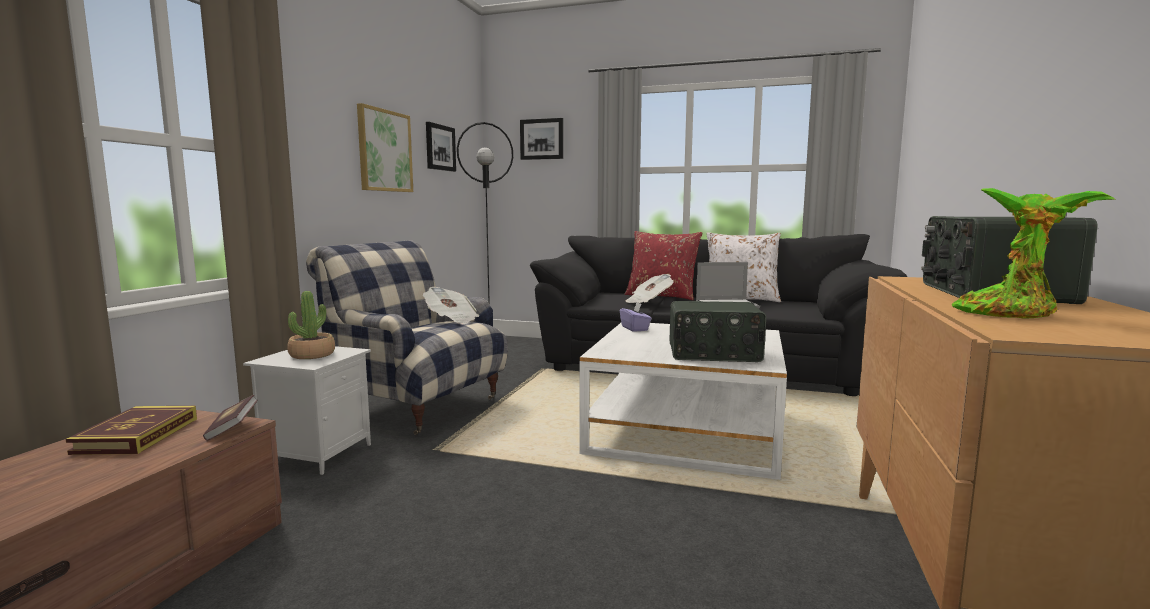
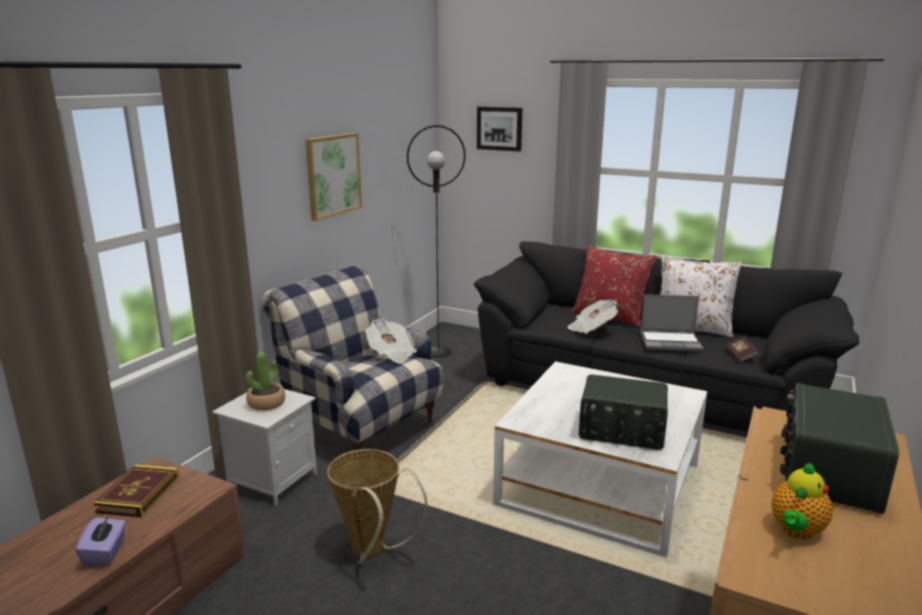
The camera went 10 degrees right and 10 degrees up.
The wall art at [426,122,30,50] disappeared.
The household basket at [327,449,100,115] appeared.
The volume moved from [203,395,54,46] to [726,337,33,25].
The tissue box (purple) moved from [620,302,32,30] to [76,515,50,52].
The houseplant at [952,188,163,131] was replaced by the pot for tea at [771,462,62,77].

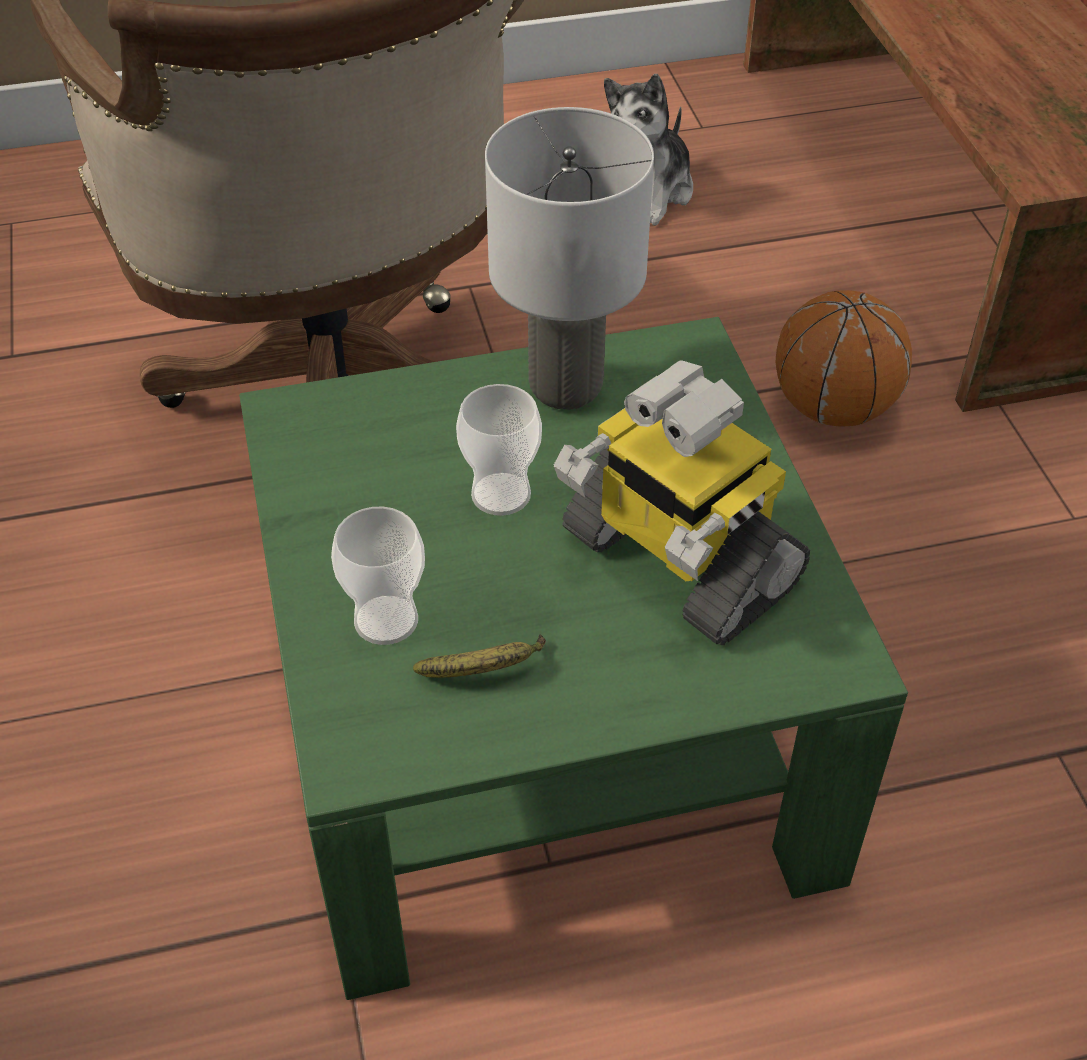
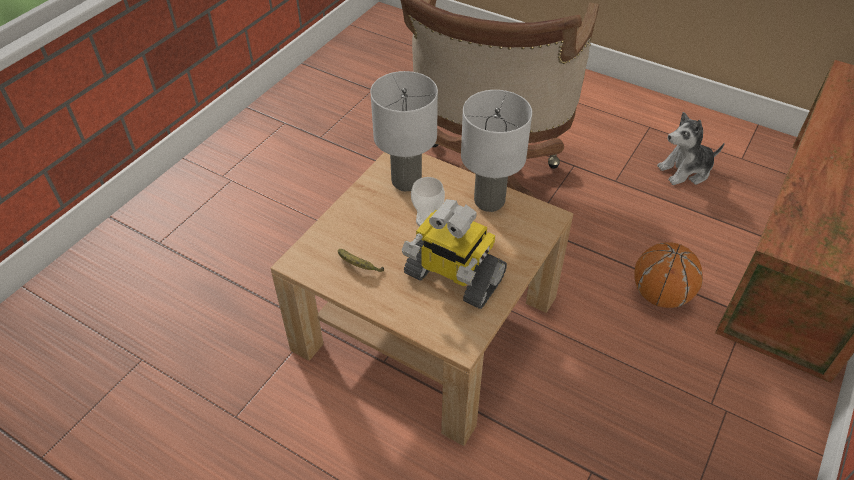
The camera went 45 degrees right and 0 degrees up.
The drinking cup at [331,507,94,138] disappeared.
The tabletop lamp (white-coloured) at [370,71,68,121] appeared.
The low table (green-coloured) at [239,317,669,683] became the low table (brown) at [270,152,303,294].
The robot figure at [554,360,256,285] turned 60 degrees counterclockwise.

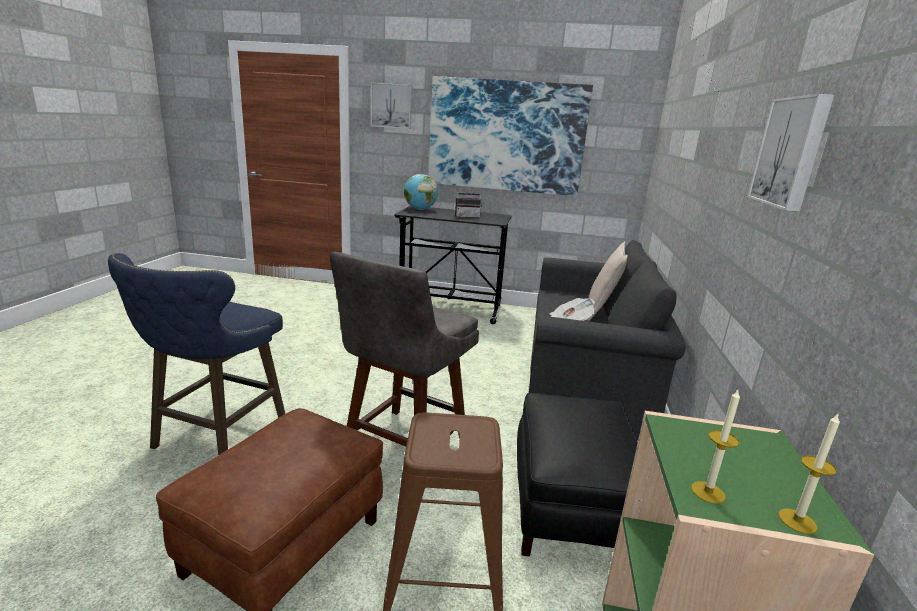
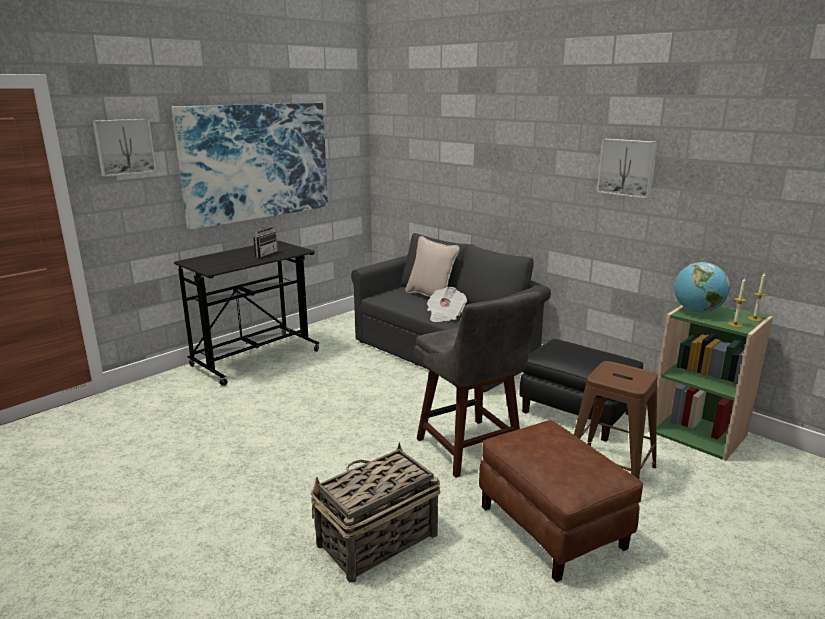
The camera went 55 degrees left and 0 degrees up.
The globe moved from [404,174,34,36] to [674,262,56,51].
The stool (bluish) at [108,253,177,202] was replaced by the household basket at [311,442,129,140].

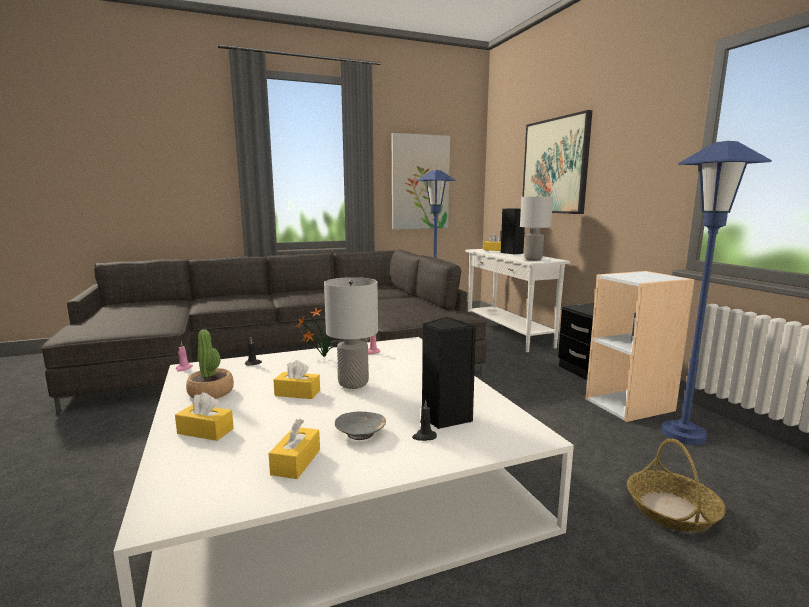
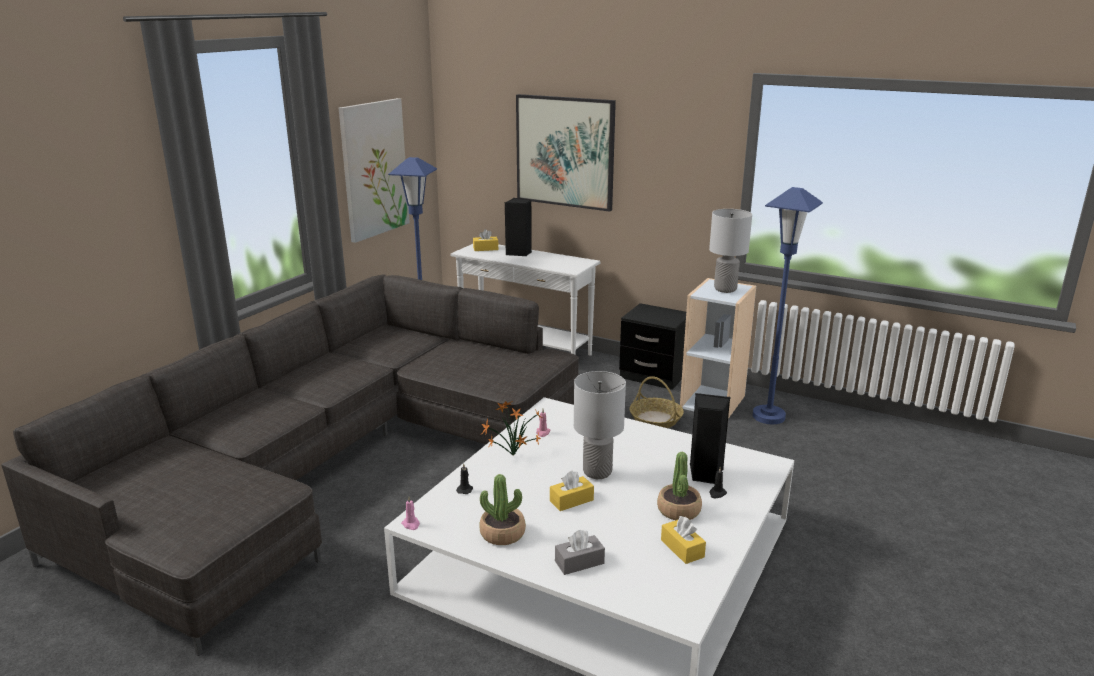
The camera went 40 degrees left and 10 degrees up.
The tabletop lamp (greyish) moved from [520,196,33,65] to [709,209,43,84].
The household basket moved from [627,438,99,94] to [629,376,55,52].
The bowl (greyish) at [335,412,51,28] was replaced by the houseplant at [657,452,45,68].
The tissue box (yellow-coloured) at [175,392,59,49] became the tissue box (greyish) at [555,530,50,45].

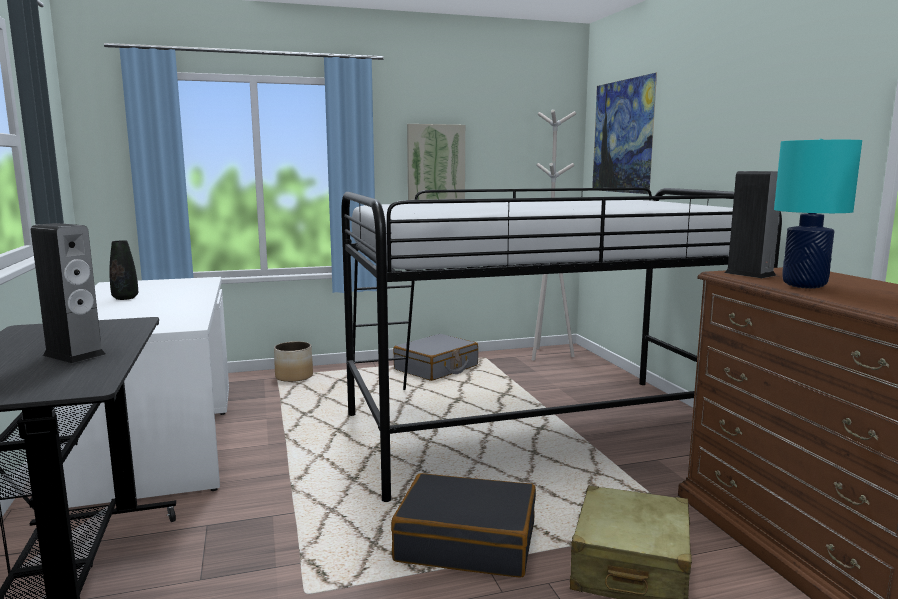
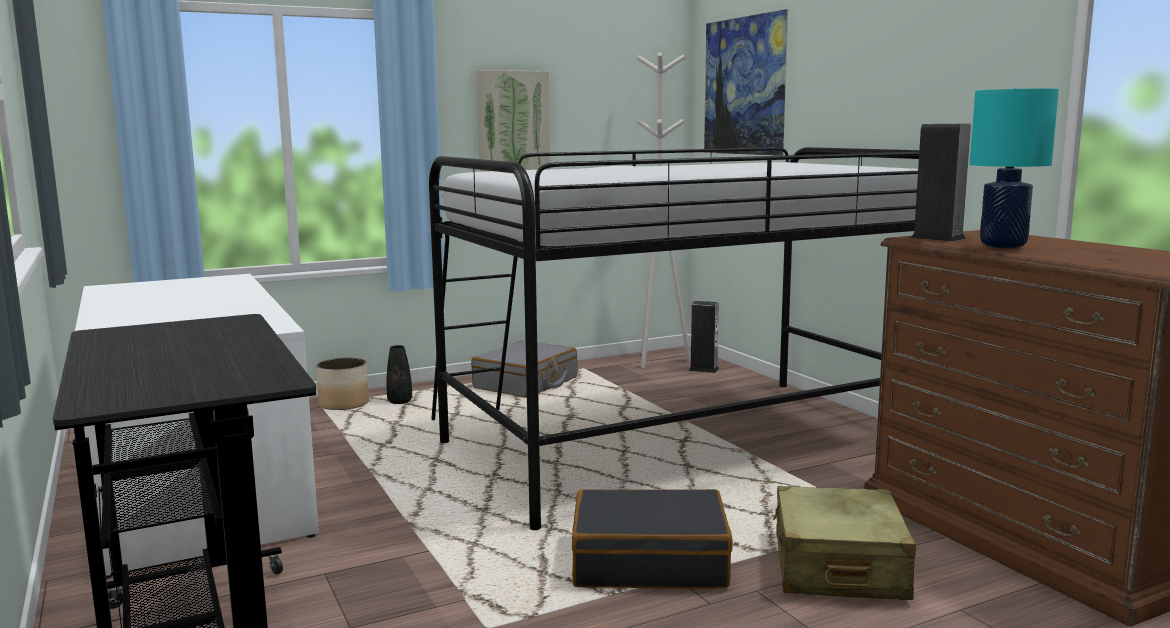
The camera went 10 degrees left and 0 degrees up.
The loudspeaker moved from [31,223,75,140] to [689,301,30,72].
The vase (black) moved from [109,240,29,60] to [387,345,25,59].

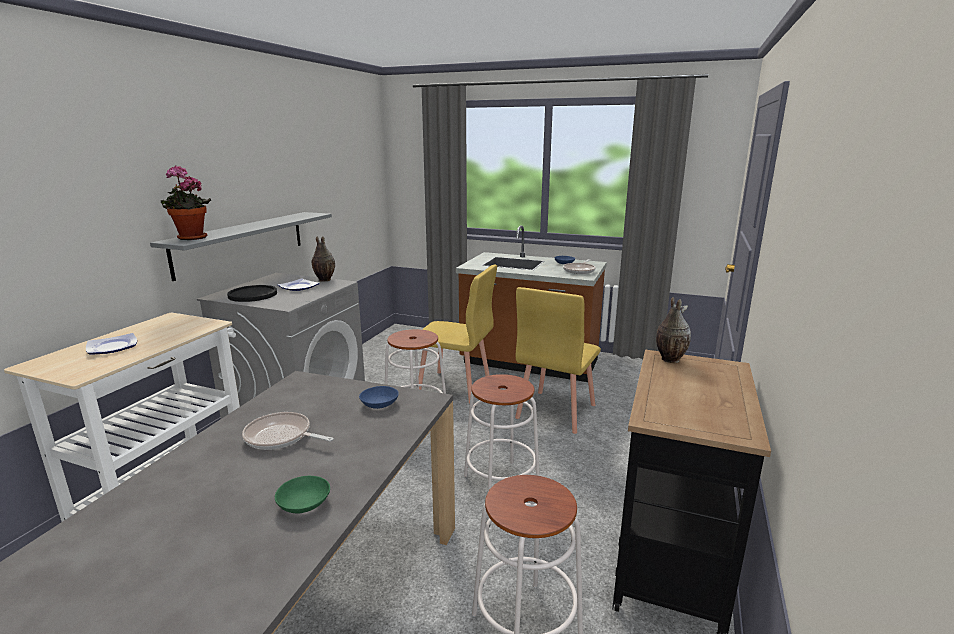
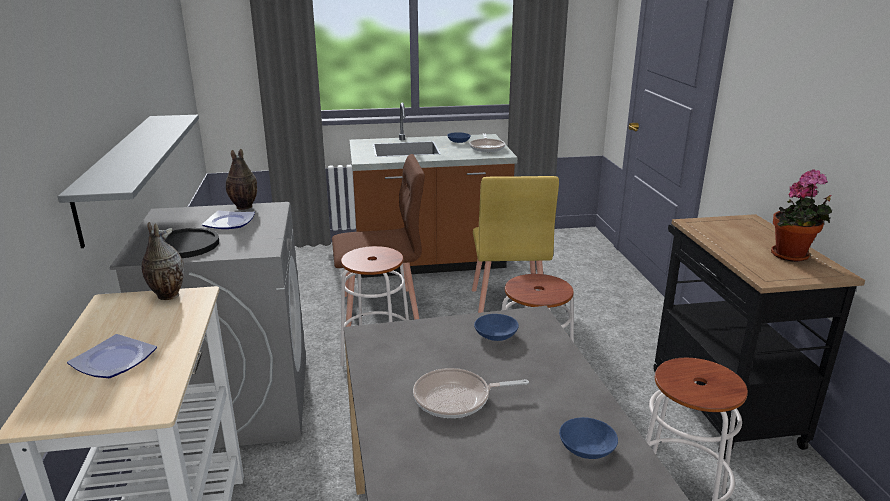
The camera went 30 degrees left and 5 degrees up.
The houseplant moved from [161,165,50,75] to [771,169,61,93].
The vase moved from [656,297,35,66] to [142,222,42,78].
The bowl (green-coloured) at [275,476,55,37] became the bowl (bluish) at [559,417,59,42].
The plain chair (yellow-coloured) at [419,264,78,140] became the plain chair (brown) at [332,154,93,173].

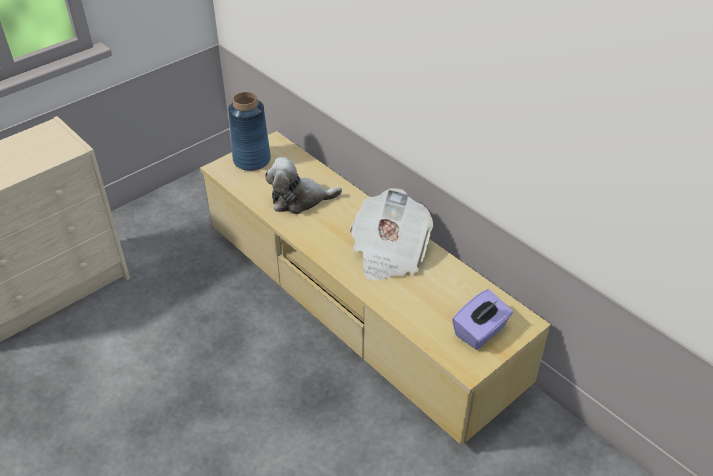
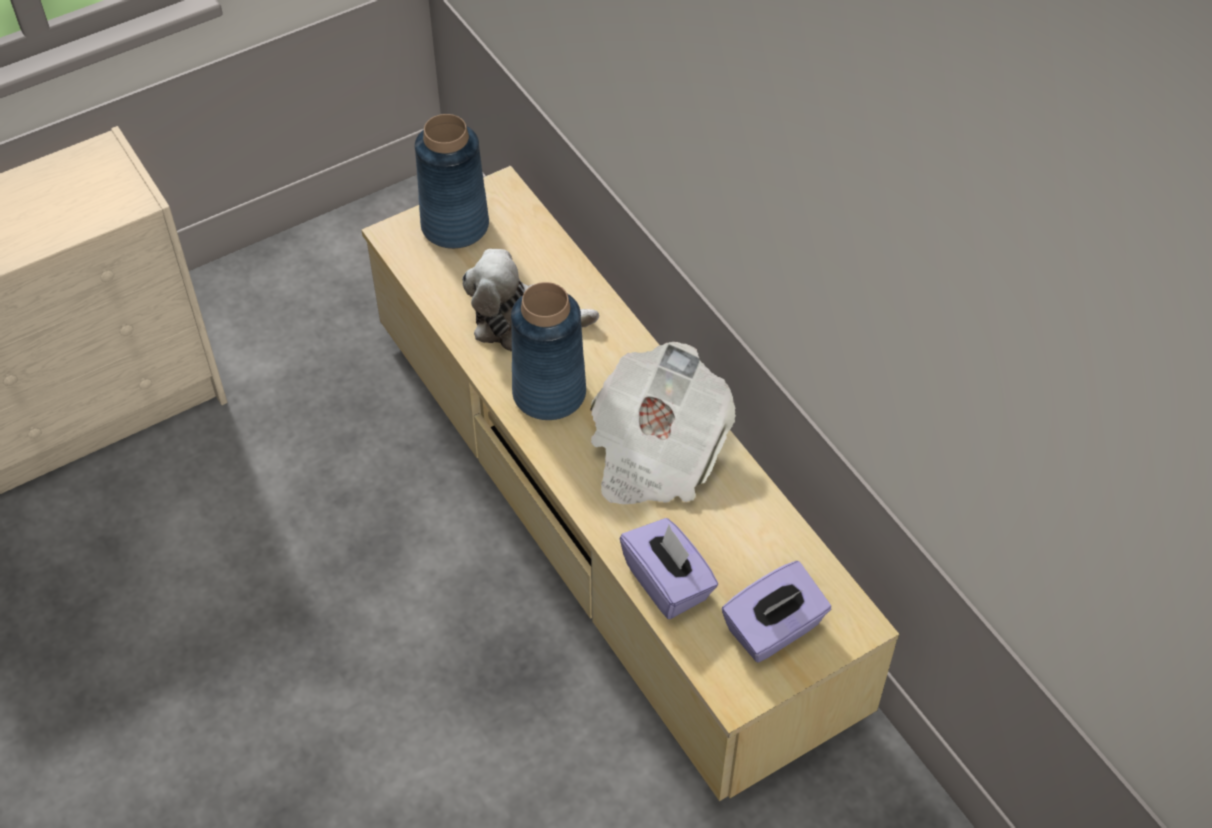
The camera went 10 degrees right and 10 degrees up.
The vase (bluish) at [511,282,75,138] appeared.
The tissue box (purple) at [620,518,98,101] appeared.

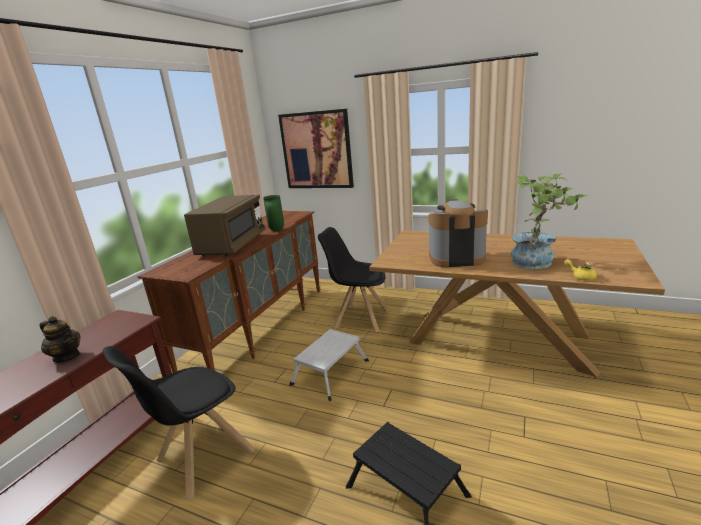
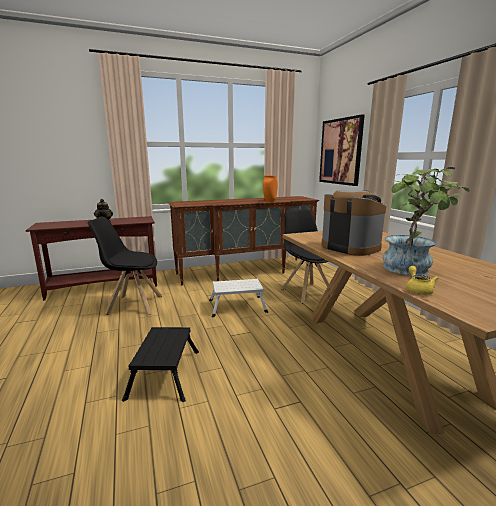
The camera went 45 degrees right and 5 degrees down.
The microwave (brown) at [184,195,81,61] disappeared.
The vase (green-coloured) at [263,195,21,36] became the vase (orange-coloured) at [263,175,15,27].

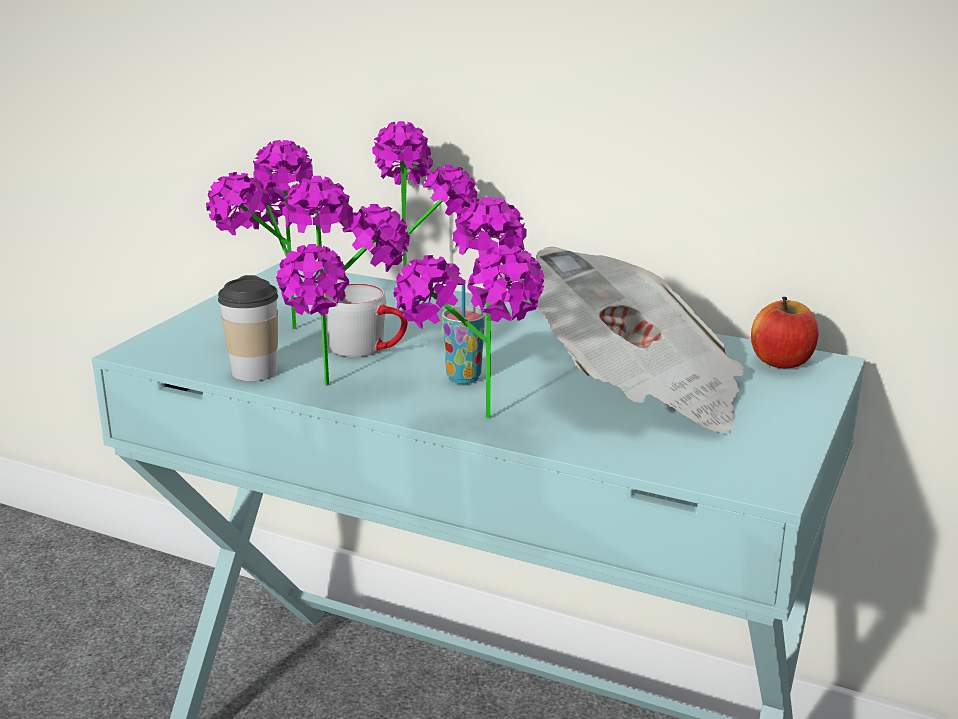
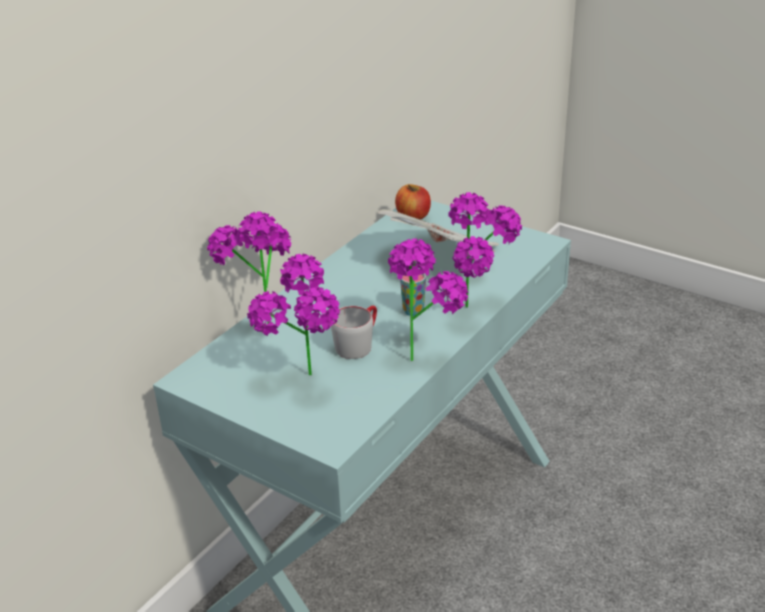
The camera went 80 degrees left and 10 degrees up.
The drinking cup at [218,275,60,106] disappeared.

